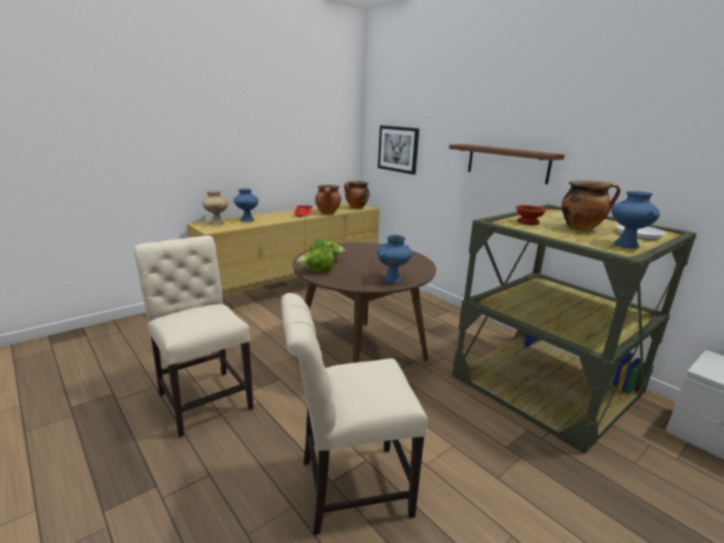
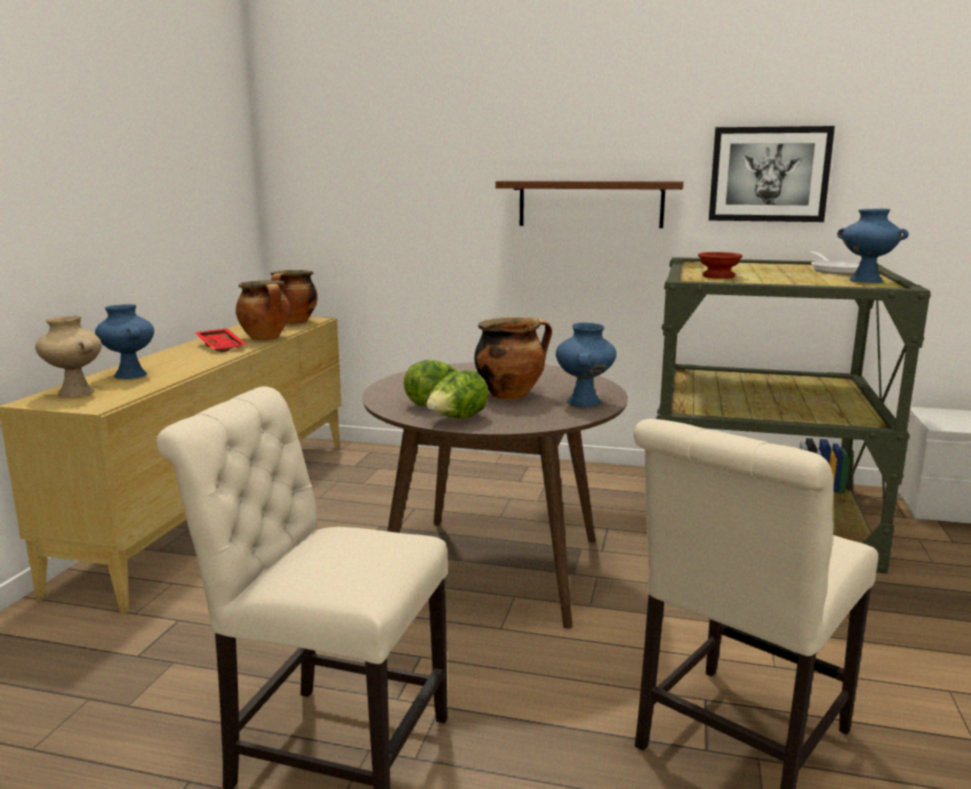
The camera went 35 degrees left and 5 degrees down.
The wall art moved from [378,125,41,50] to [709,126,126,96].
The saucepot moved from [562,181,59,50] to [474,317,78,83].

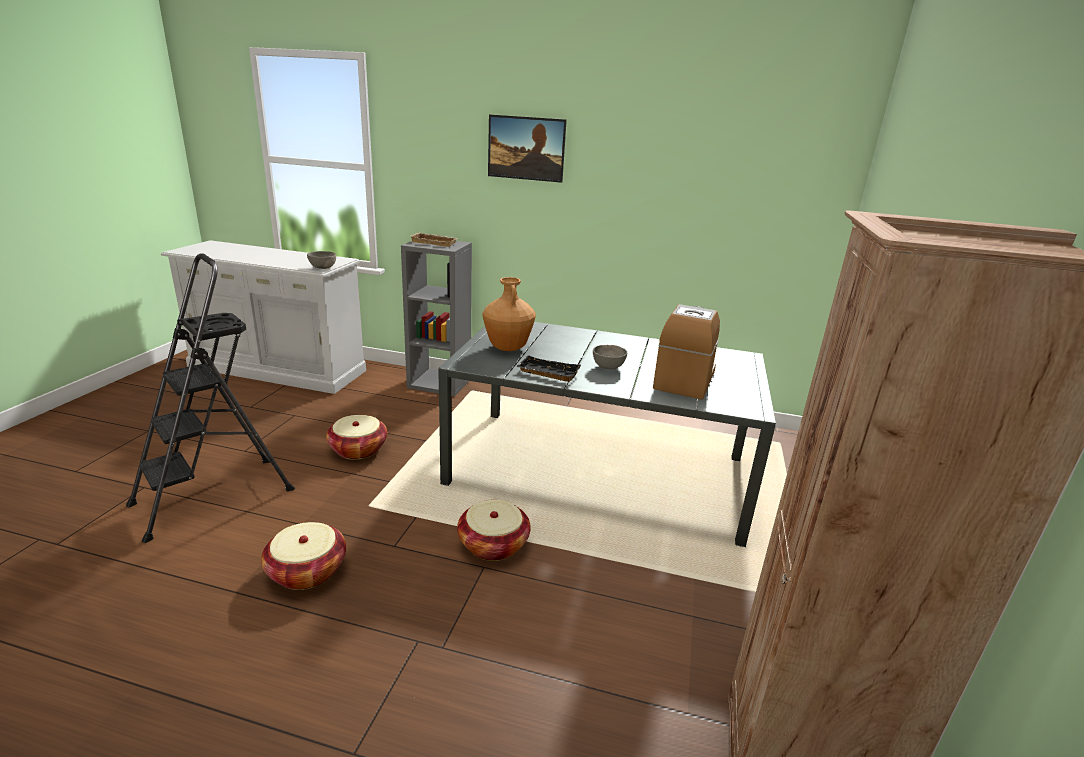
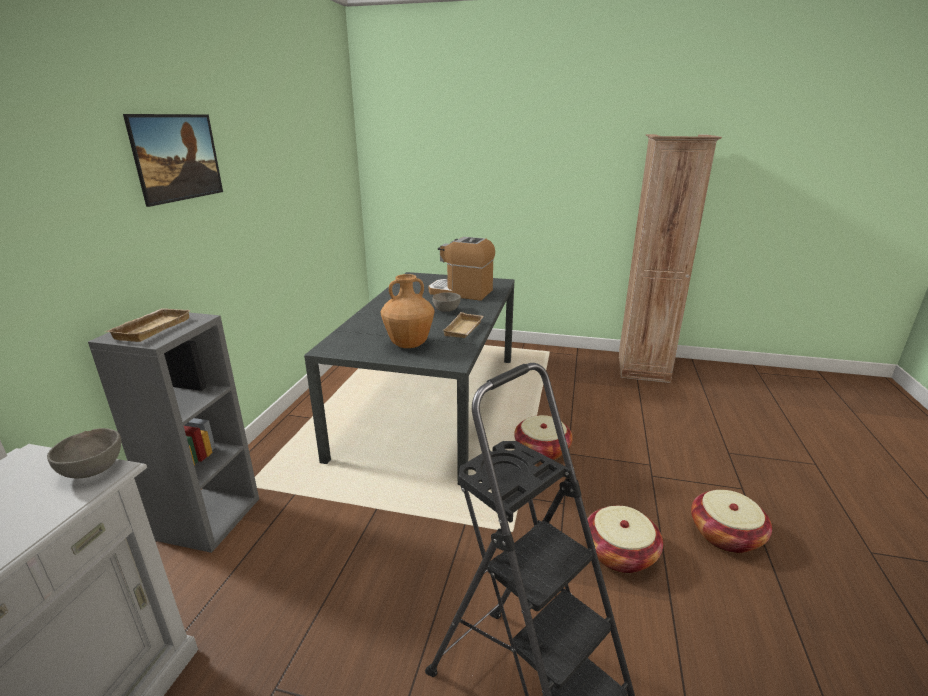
The camera went 90 degrees left and 0 degrees up.
The household basket moved from [326,415,61,45] to [691,490,81,63].
The tray (black) at [516,355,65,27] became the tray (beige) at [442,312,42,26].

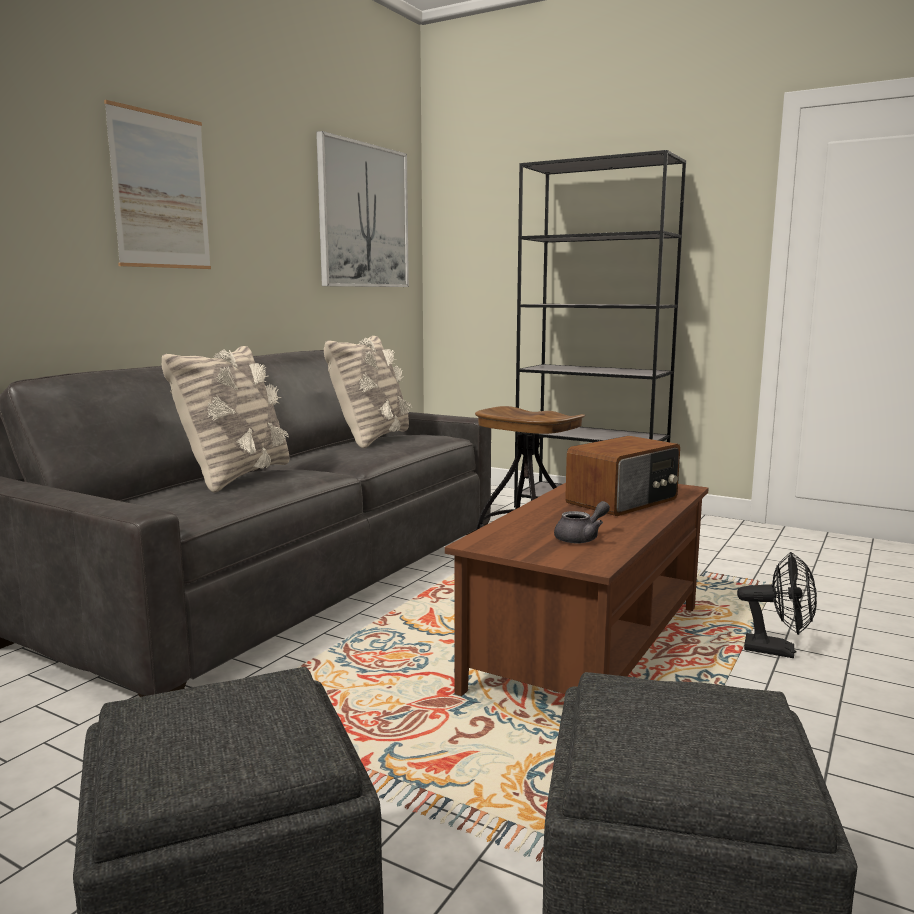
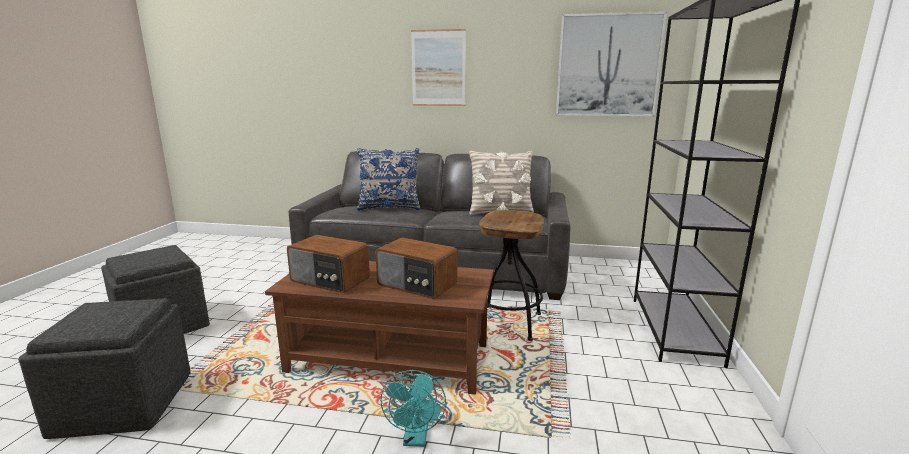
The camera went 70 degrees right and 5 degrees up.
The pot for tea (greyish) at [554,501,56,43] was replaced by the radio receiver at [287,235,83,58].
The pillow (beige) at [162,346,127,147] became the pillow (bluish) at [357,148,63,63].
The fan (black) at [737,552,80,106] became the fan (turquoise) at [380,370,66,77].

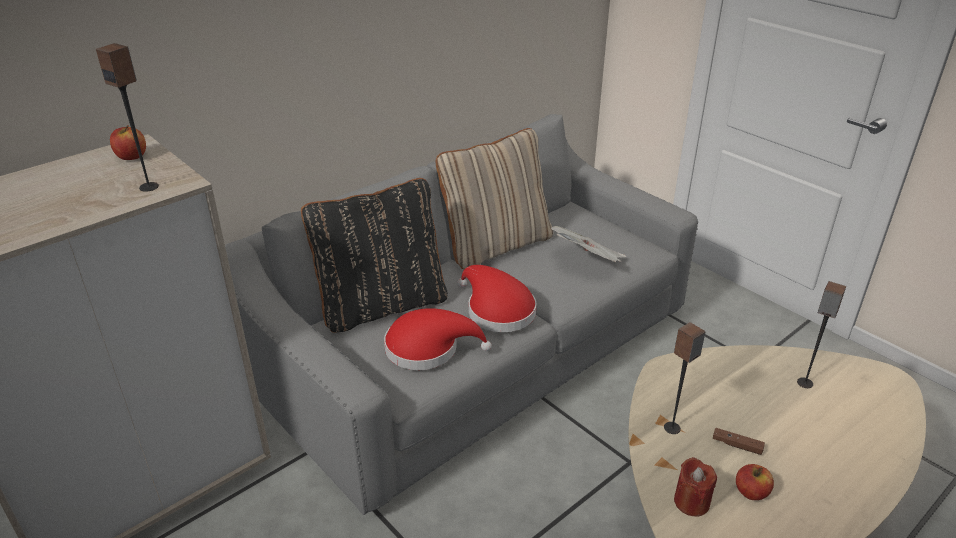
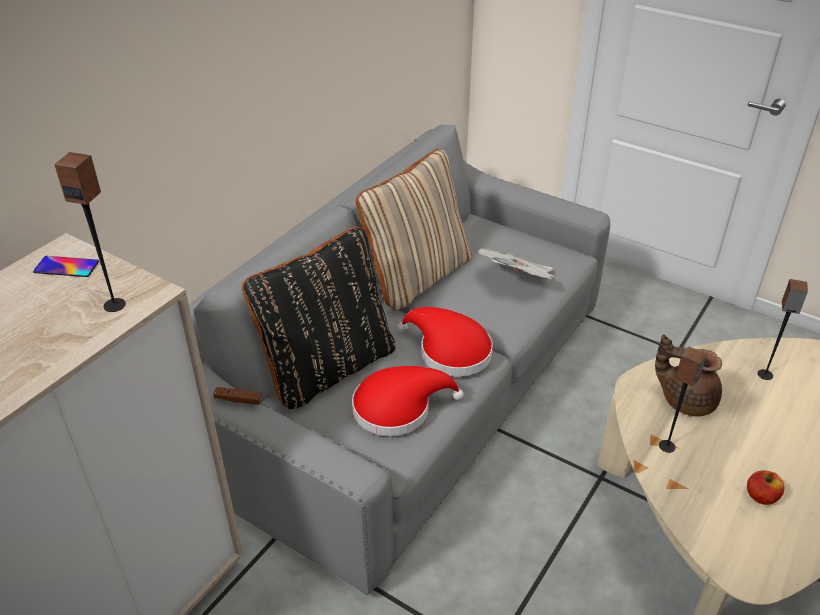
The camera went 15 degrees left and 5 degrees up.
The wax light (reddish) at [674,457,43,59] disappeared.
The pot for tea (brown) at [655,334,67,82] appeared.
The gamepad (brown) moved from [713,428,52,27] to [213,387,49,18].
The apple fruit at [110,125,36,35] was replaced by the telephone at [33,256,66,21].

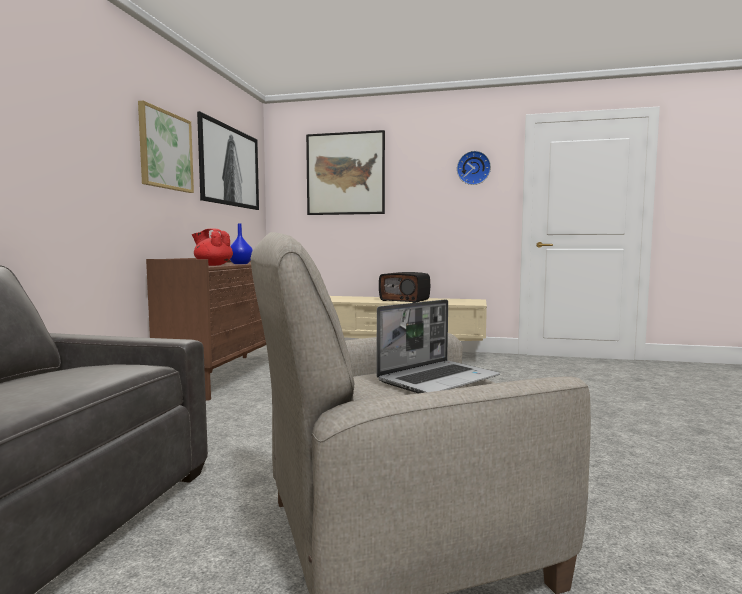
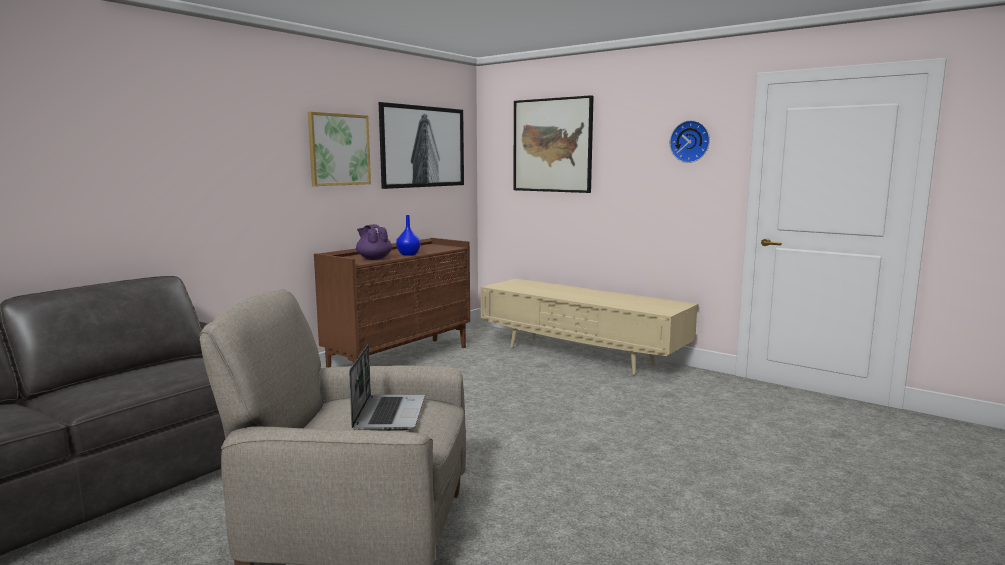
The camera went 25 degrees right and 5 degrees up.
The radio receiver at [379,272,51,31] disappeared.
The pot for tea (reddish) at [192,228,41,38] became the pot for tea (purple) at [356,224,36,36].
The portable computer at [376,299,124,94] turned 75 degrees counterclockwise.

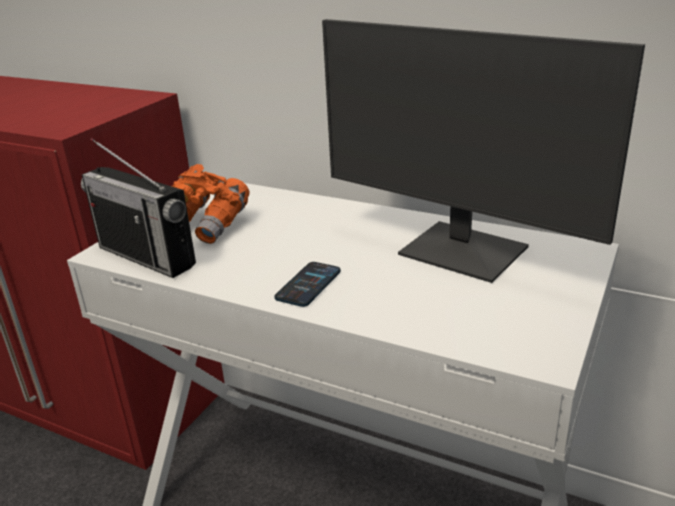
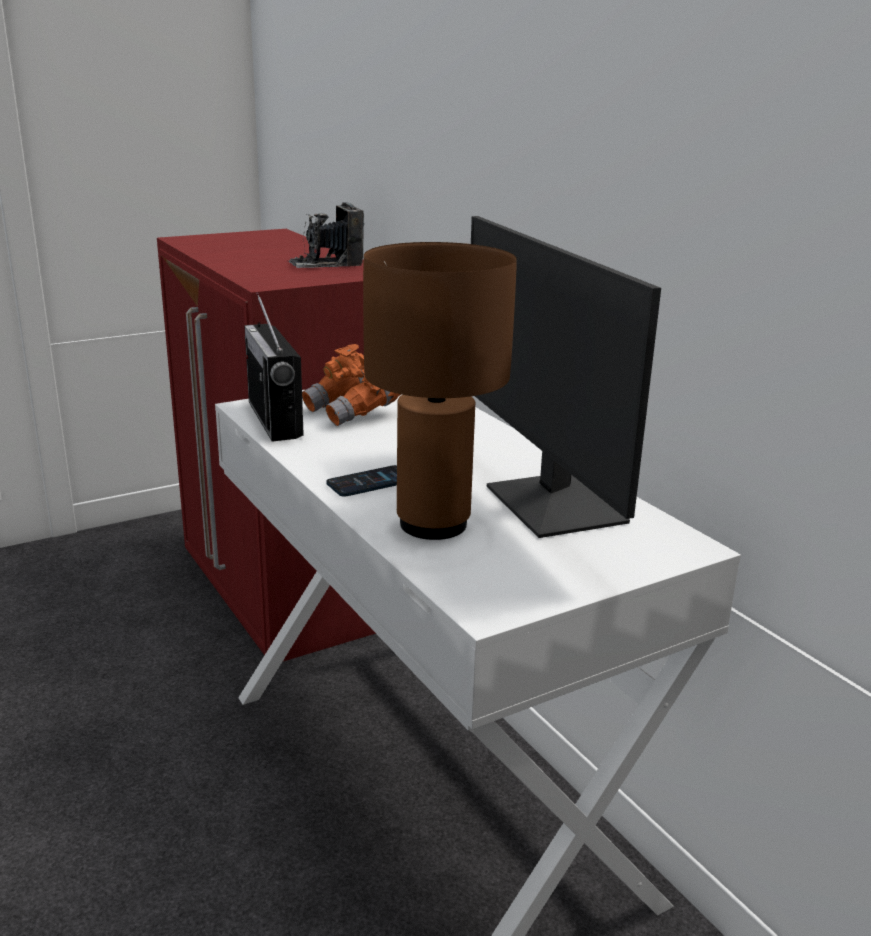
The camera went 30 degrees right and 5 degrees down.
The still camera at [289,202,75,66] appeared.
The tabletop lamp (brown) at [363,242,154,298] appeared.

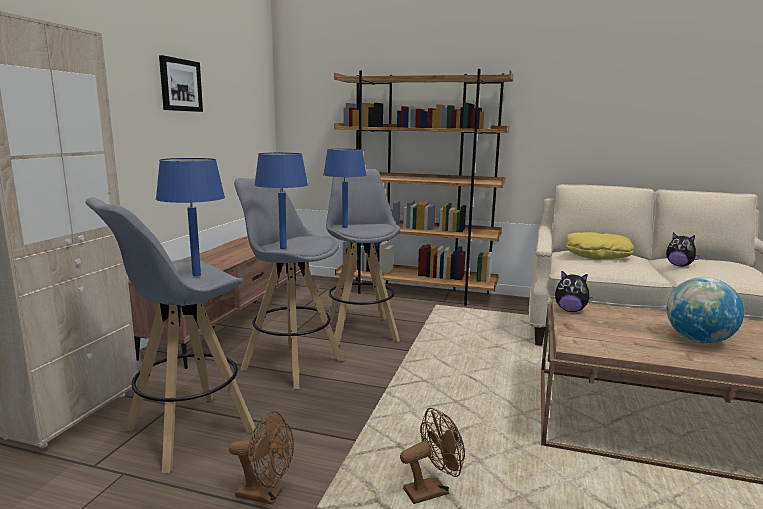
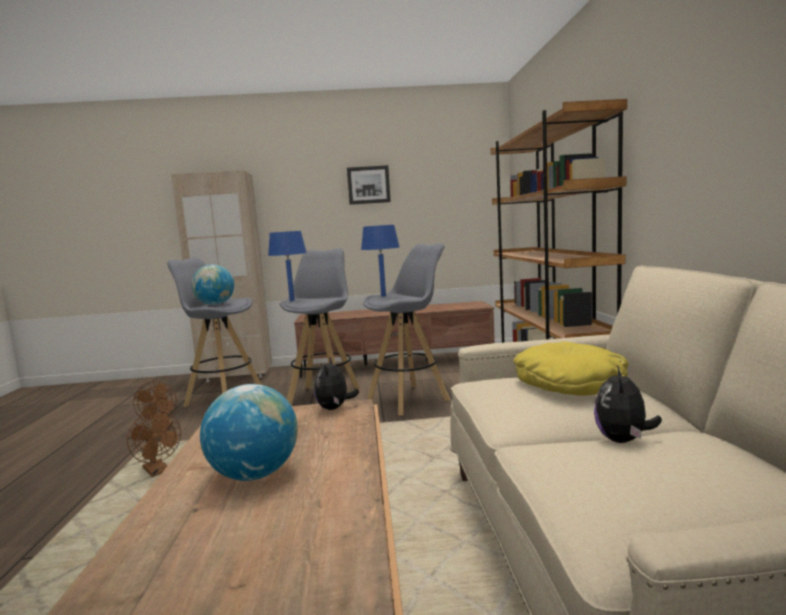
The camera went 70 degrees right and 5 degrees down.
The tabletop lamp (bluish) at [156,158,69,118] was replaced by the globe at [191,265,43,40].

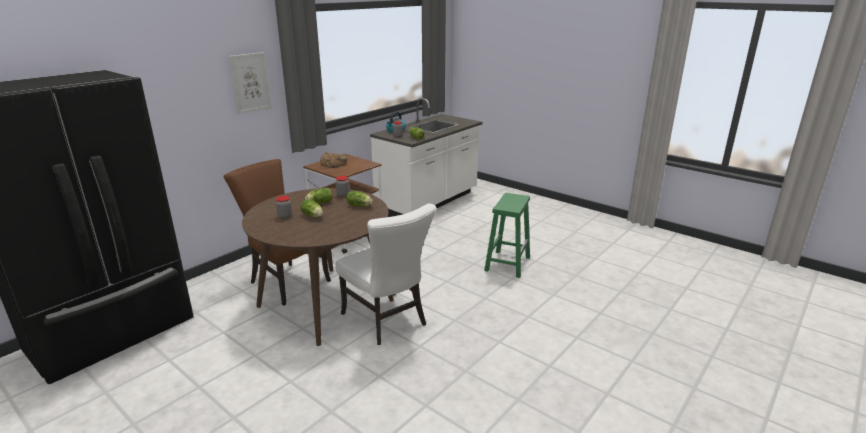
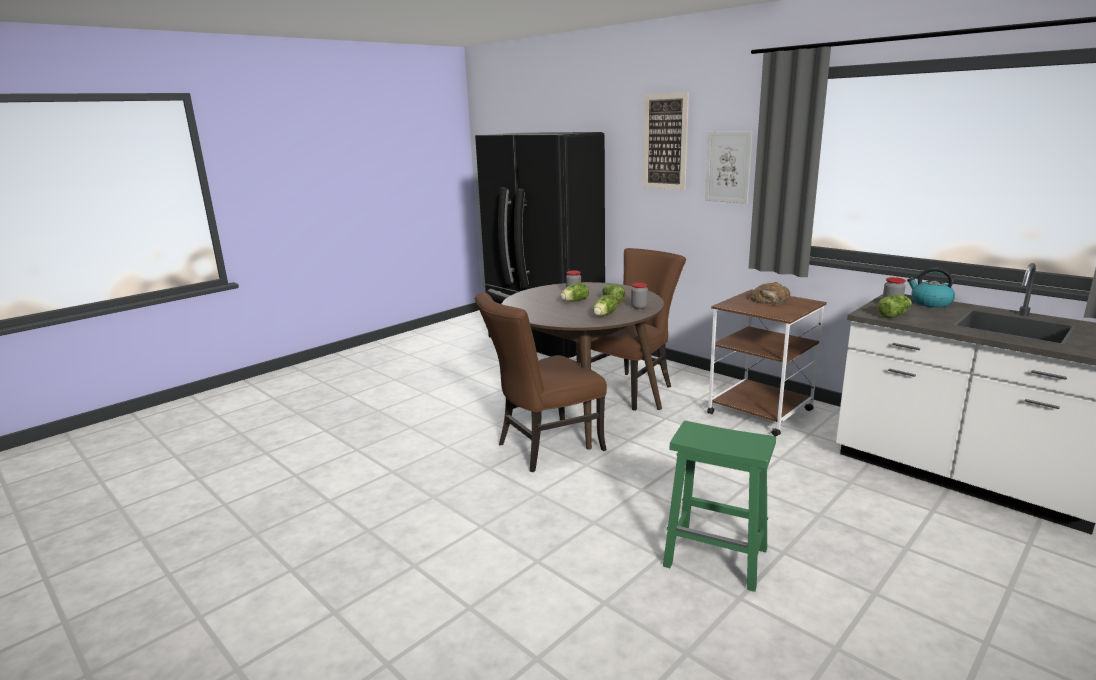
The camera went 95 degrees right and 5 degrees down.
The wall art at [643,92,46,98] appeared.
The plain chair (white-coloured) at [336,203,101,142] became the plain chair (brown) at [475,292,132,180].

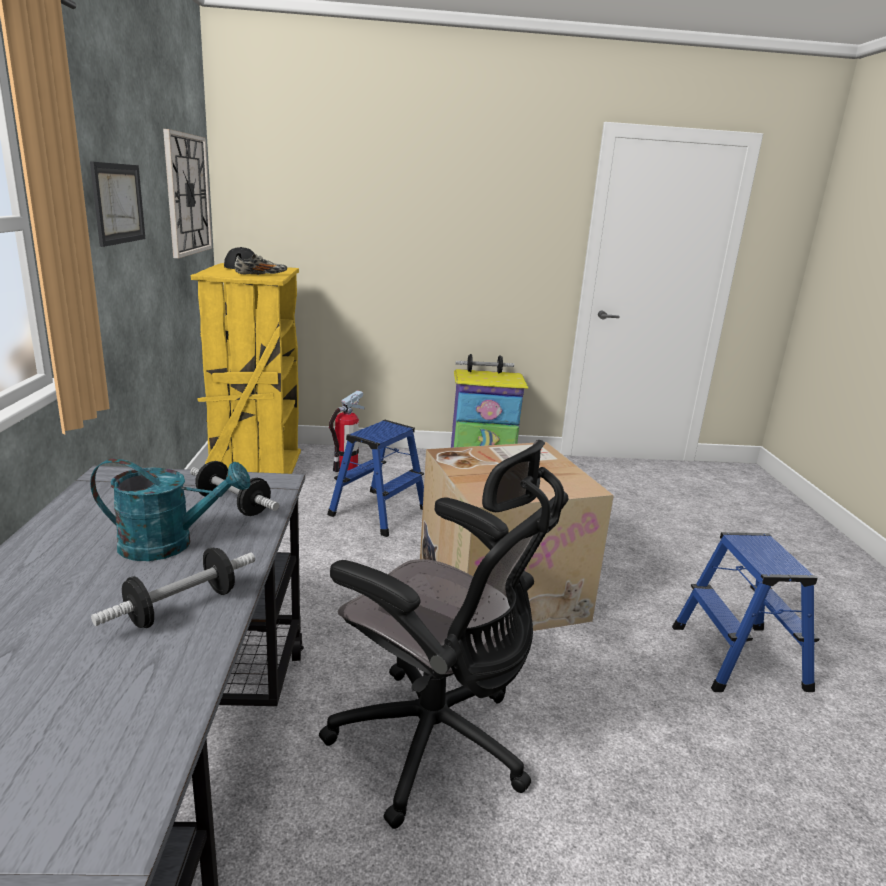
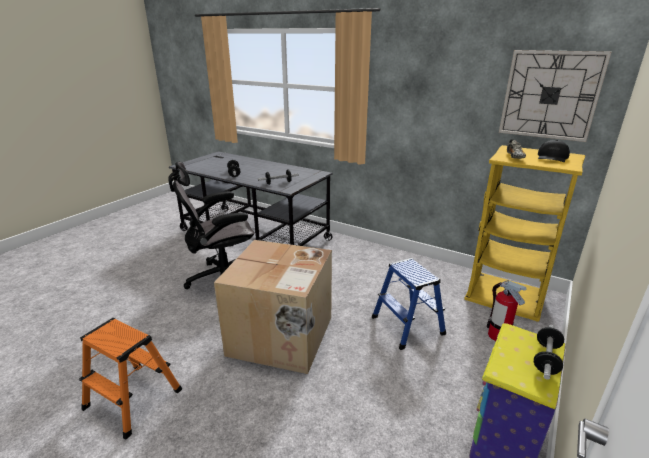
The camera went 125 degrees right and 5 degrees up.
The wall art at [90,161,55,86] disappeared.
The watering can (turquoise) at [90,458,160,103] disappeared.
The step stool (bluish) at [672,532,147,160] became the step stool (orange-coloured) at [79,318,103,121].

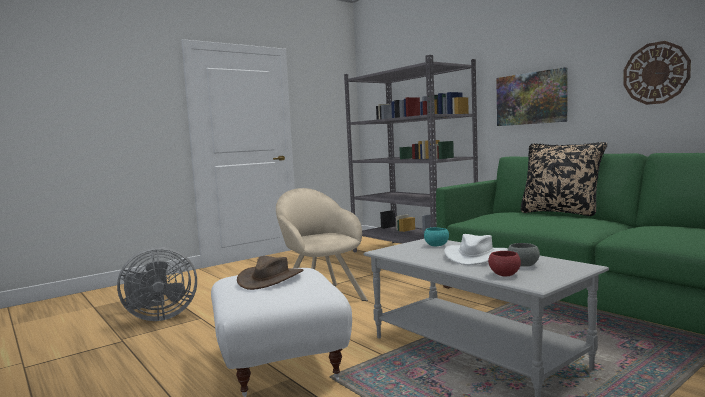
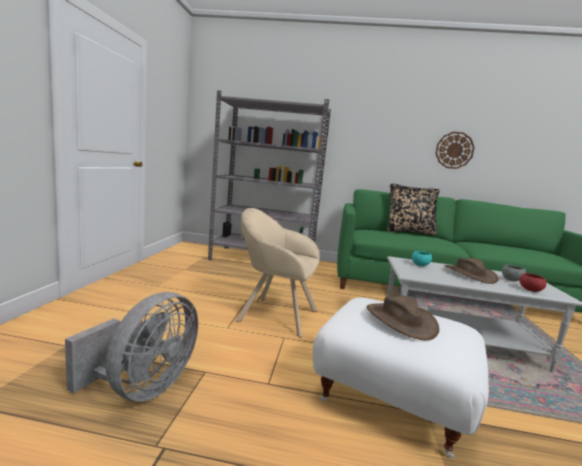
The camera went 45 degrees left and 5 degrees up.
The wall art at [496,67,71,59] disappeared.
The wearable hat (white-coloured) at [444,234,64,31] became the wearable hat (brown) at [444,258,55,26].

